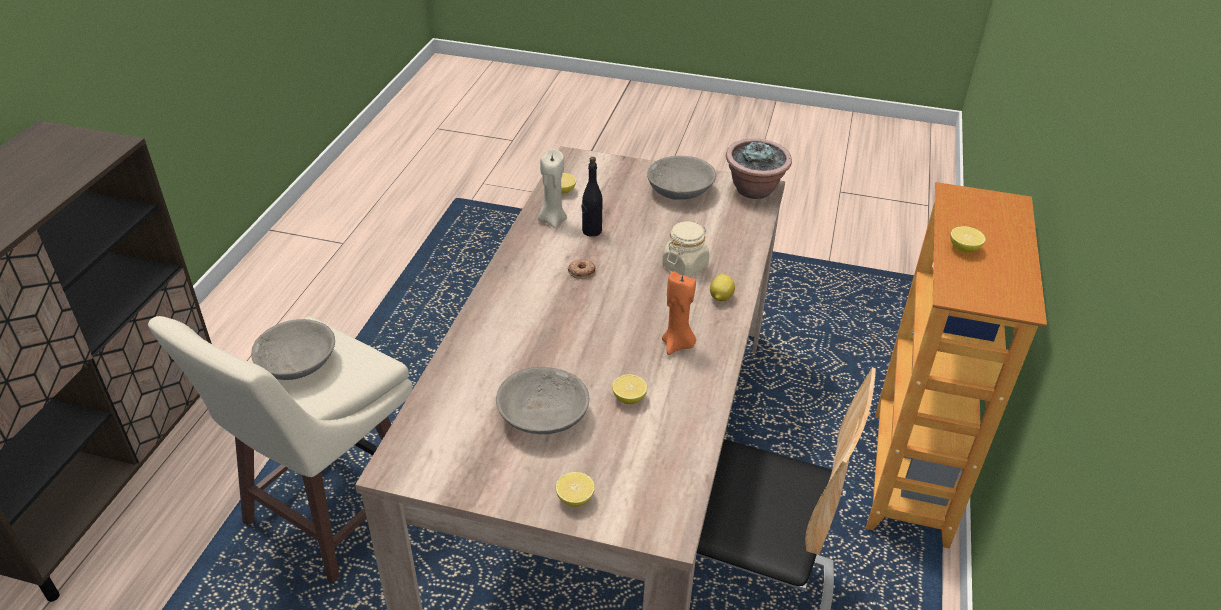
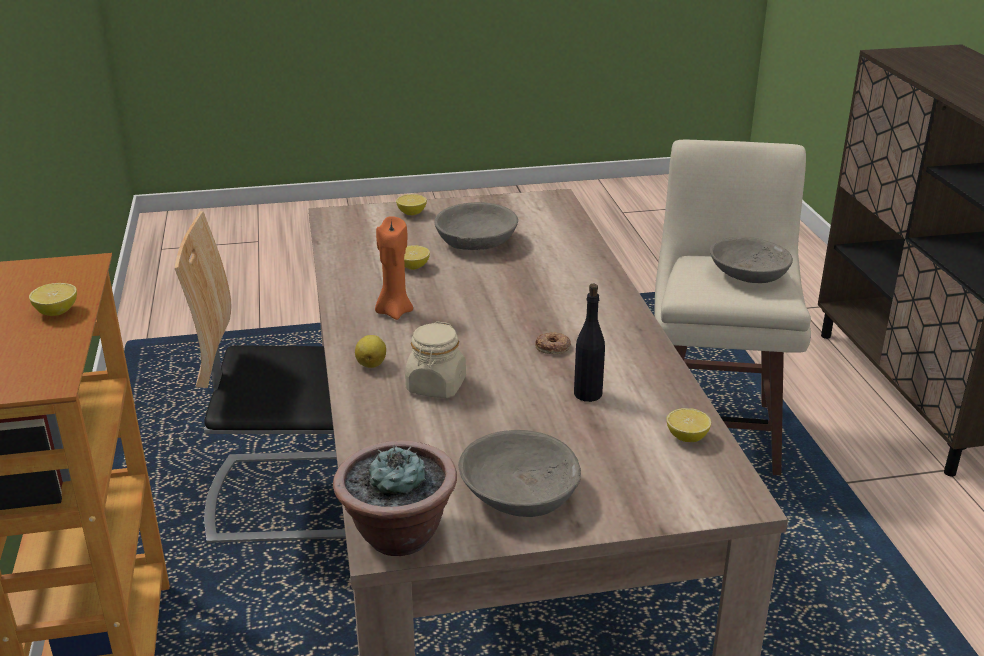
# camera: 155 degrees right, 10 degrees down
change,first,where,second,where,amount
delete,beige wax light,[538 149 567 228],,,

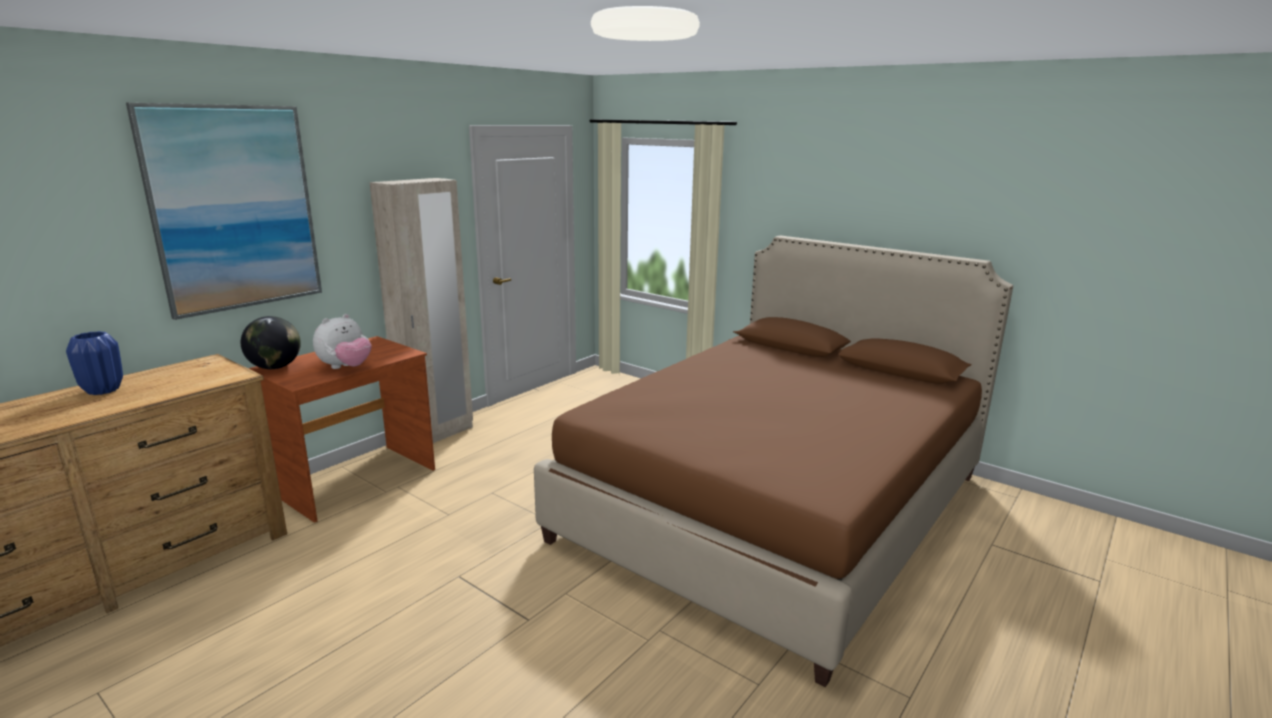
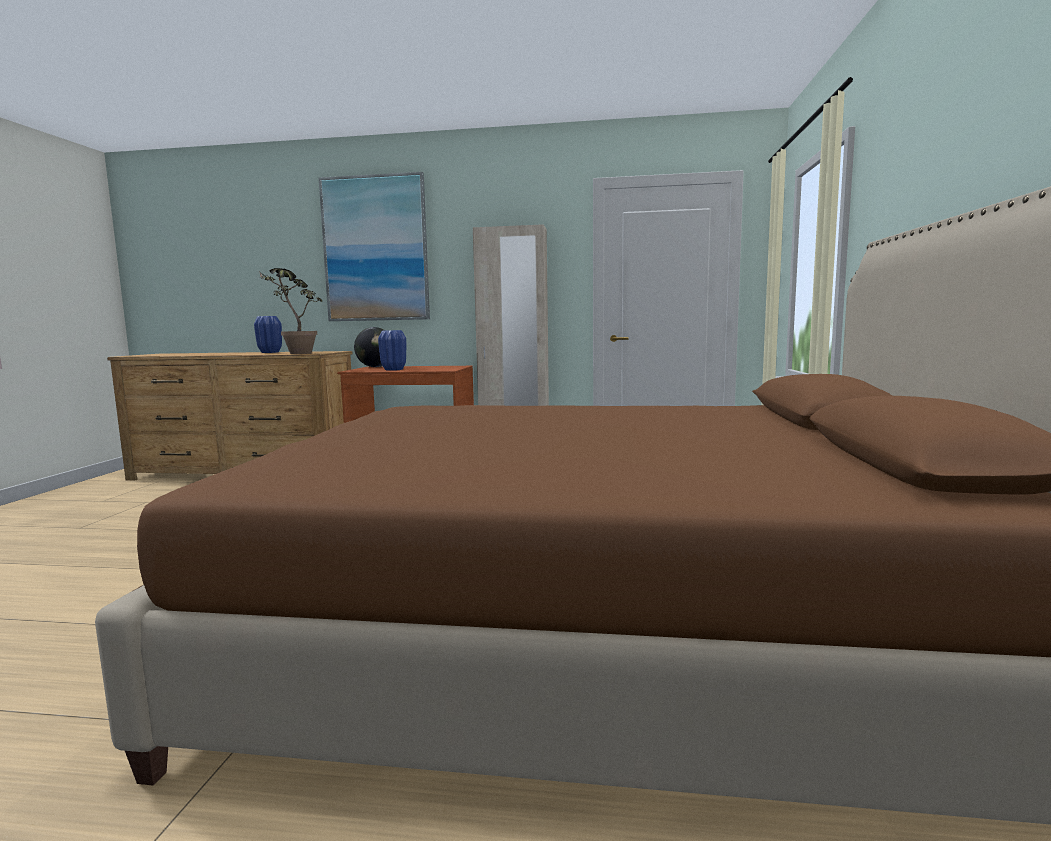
# camera: 60 degrees right, 10 degrees down
change,first,where,second,where,amount
insert,,,potted plant,[259 268 322 354],
replace,soft toy,[313 314 371 369],blue-coloured vase,[378 330 406 371],

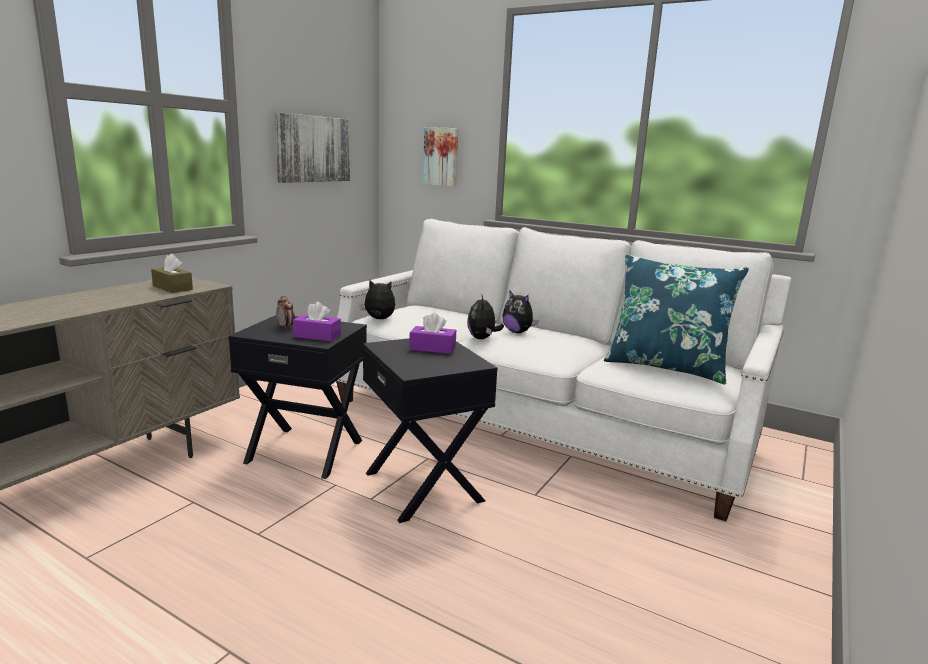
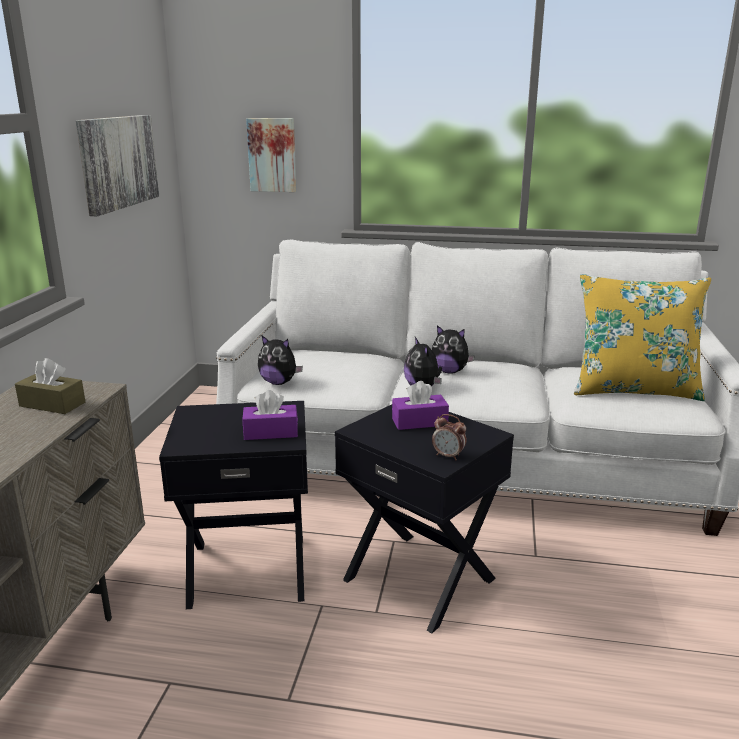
# camera: 20 degrees left, 5 degrees up
change,first,where,second,where,amount
move,alarm clock,[276 295 295 329],,[432 414 467 460],
recolor,blue-coloured throw pillow,[604 254 749 385],yellow throw pillow,[574 274 711 401],
rotate,soft toy,[359 279 395 319],,[258 336 303 385],150 degrees counterclockwise

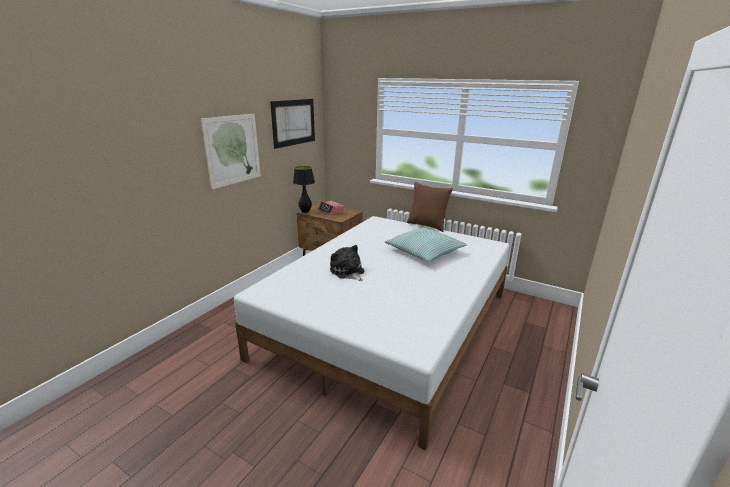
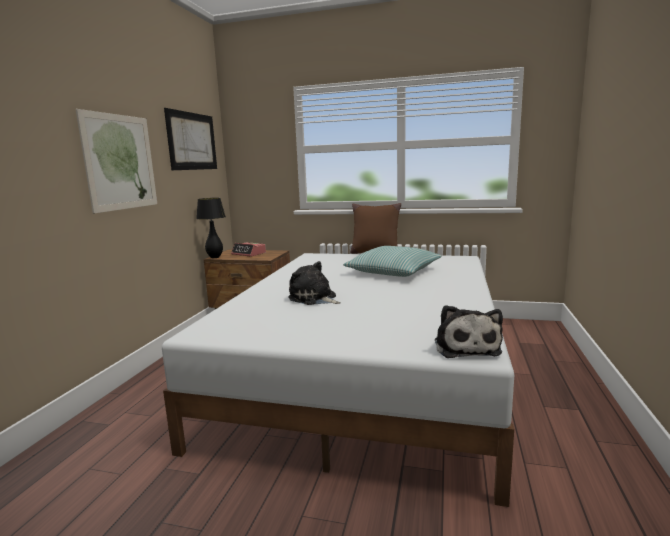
# camera: 15 degrees left, 10 degrees down
change,first,where,second,where,amount
insert,,,soft toy,[435 305 503 358],

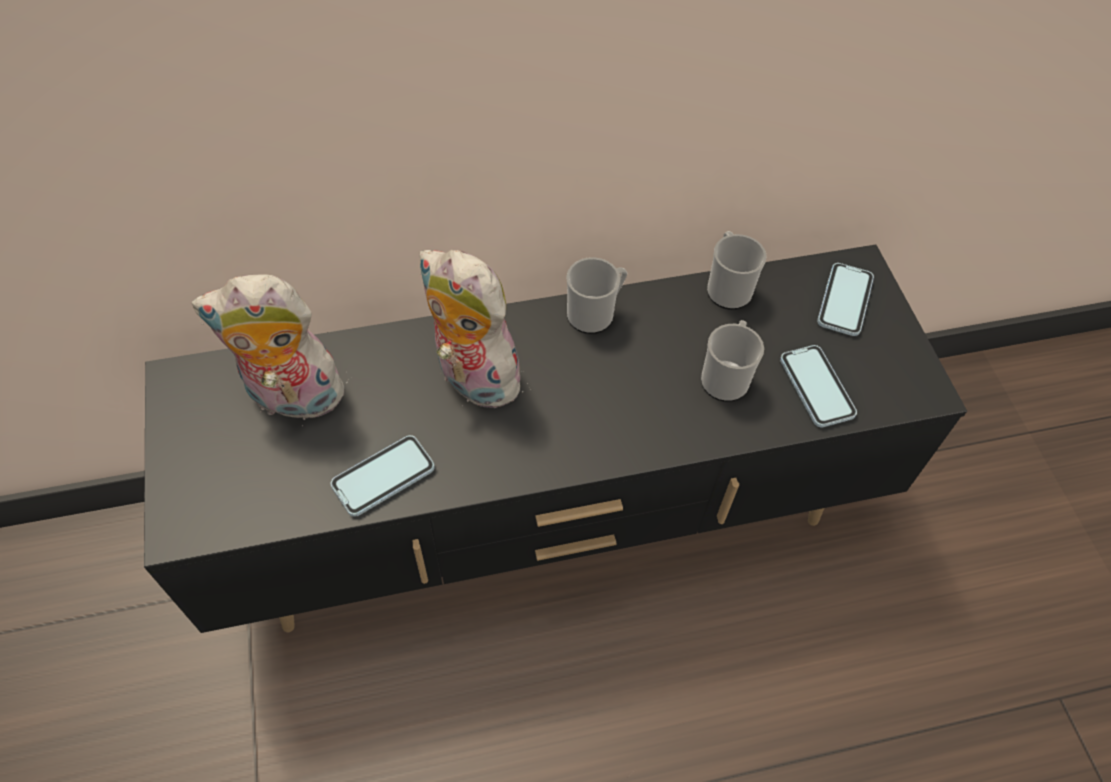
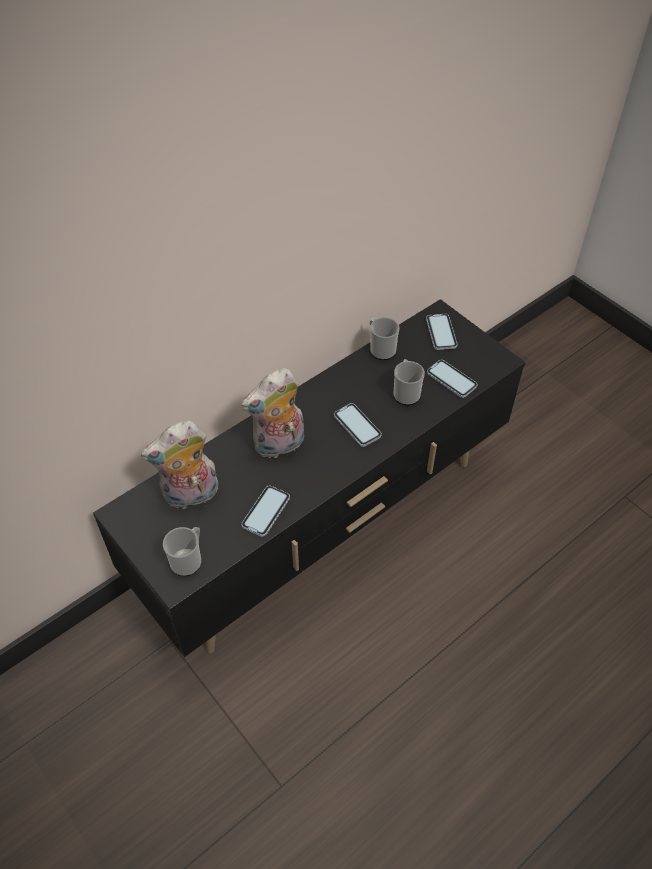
# camera: 25 degrees left, 5 degrees down
change,first,where,second,where,amount
insert,,,phone,[334 403 382 447],
move,mug,[566 257 627 334],,[163 527 202 576],
rotate,soft toy,[419 250 531 409],,[241 368 304 458],45 degrees counterclockwise

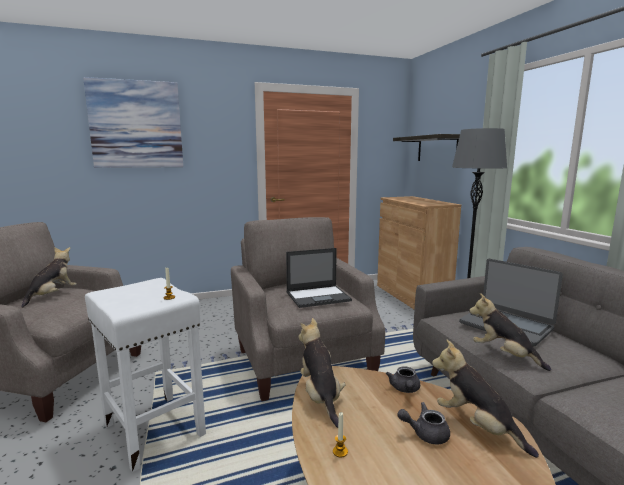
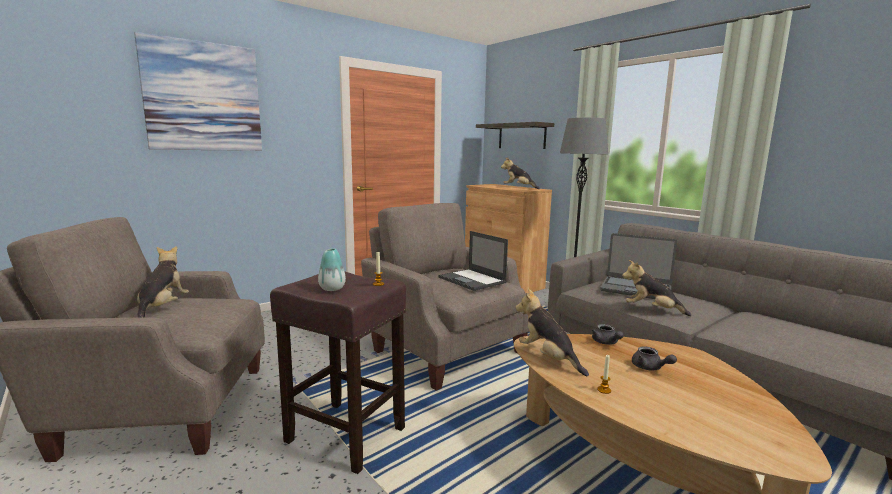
# camera: 20 degrees left, 0 degrees up
change,first,where,second,where,amount
insert,,,vase,[318 248 346 291],
move,soft toy,[432 340 539 458],,[501 158 540 189],
recolor,white stool seat,[85 278 206 472],brown-coloured stool seat,[270 272 406 474],
rotate,notebook computer,[286 248 352 308],,[439 231 508 291],90 degrees clockwise
rotate,grey teapot,[397 402 450 445],,[632 346 677 371],105 degrees counterclockwise

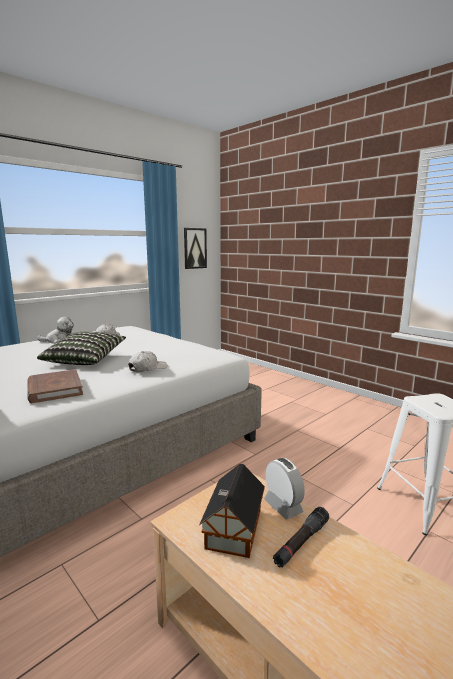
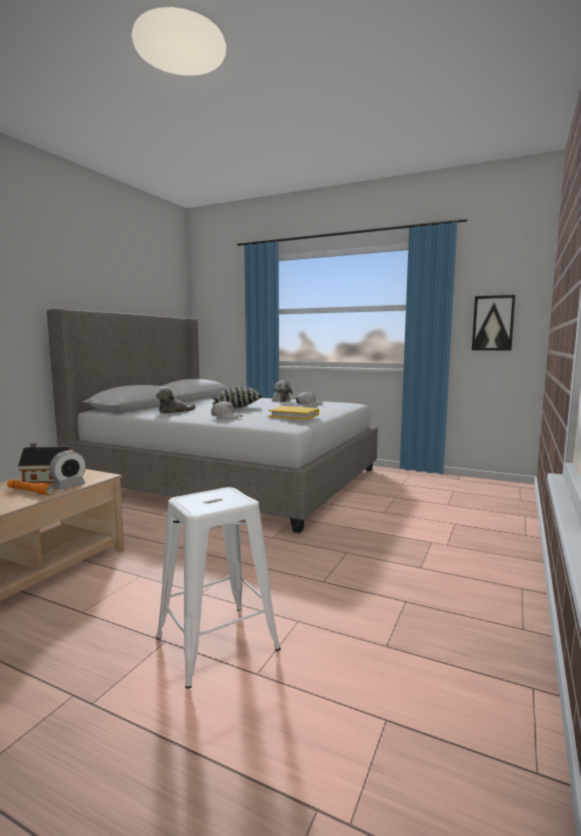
# camera: 70 degrees right, 5 degrees down
change,first,where,second,where,amount
insert,,,yellow bound book,[269 406 319 420],
replace,brown-coloured bound book,[27 369 83 403],soft toy,[156 387 196 413],
recolor,black-coloured torch,[273 507 329 567],orangey torch,[7 480 55 495],

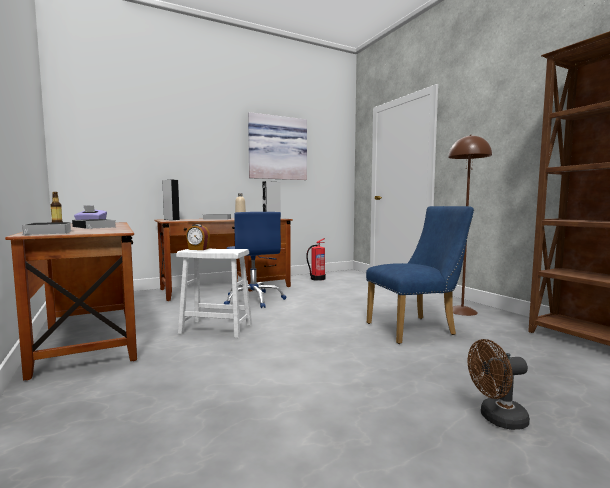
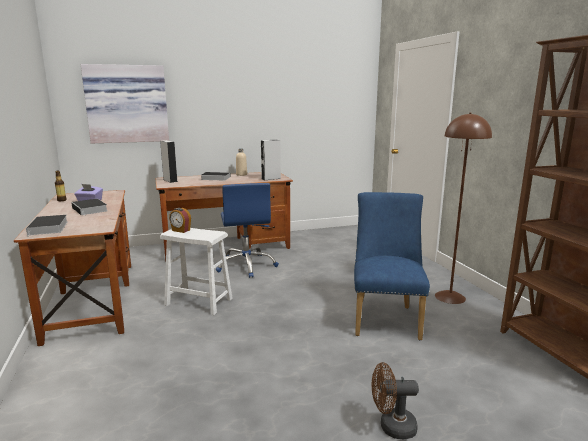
# camera: 10 degrees right, 10 degrees up
change,first,where,second,where,amount
delete,extinguisher,[306 238 326 281],,,
move,wall art,[248 112 307 180],,[81 64 169 144],
rotate,blue-coloured plain chair,[366 206 474 344],,[354 192 430 340],75 degrees counterclockwise

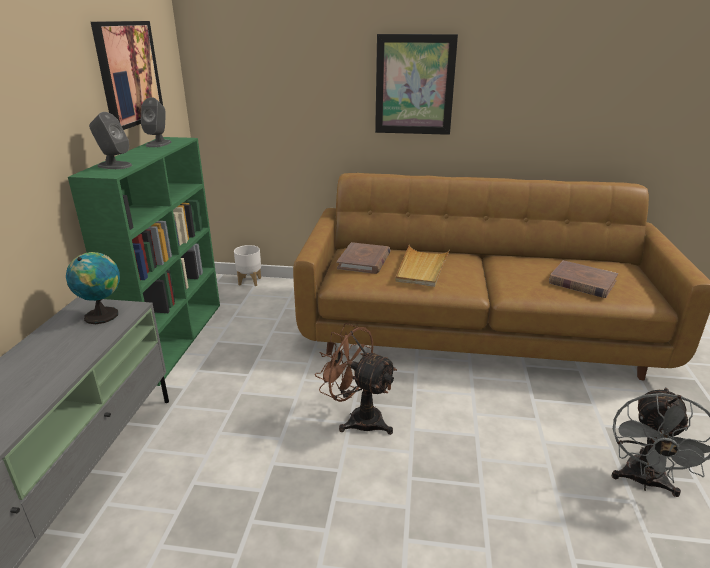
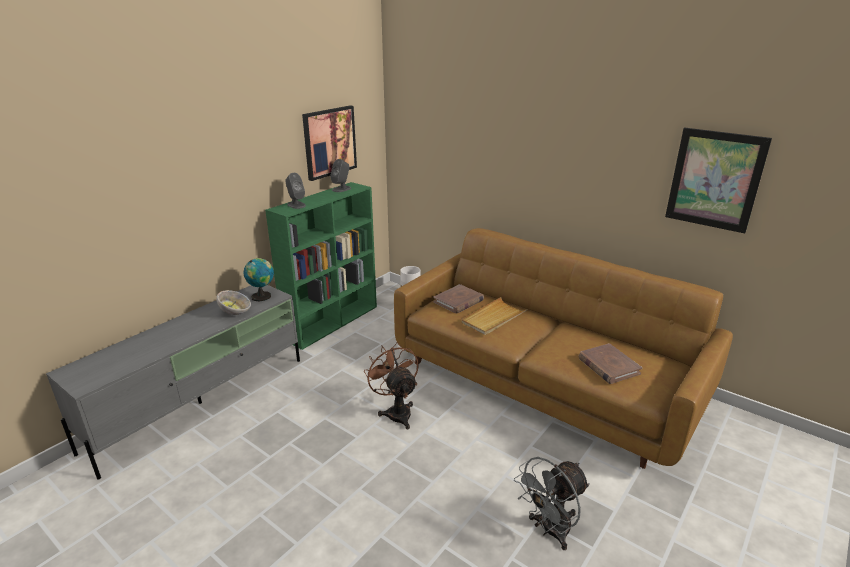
# camera: 30 degrees right, 0 degrees up
change,first,where,second,where,amount
insert,,,deep dish,[216 290 251 315],
move,wall art,[375 34 458 135],,[665 127 772 233],

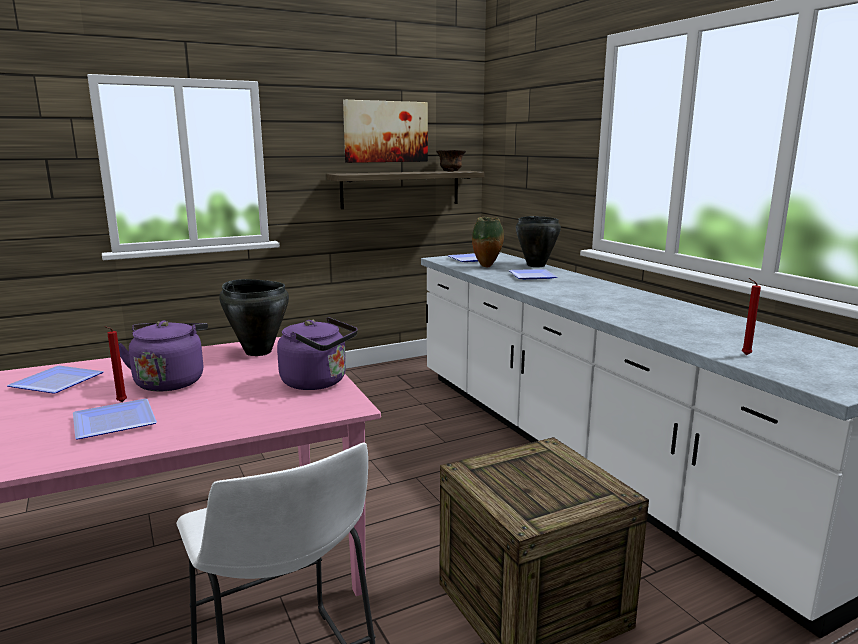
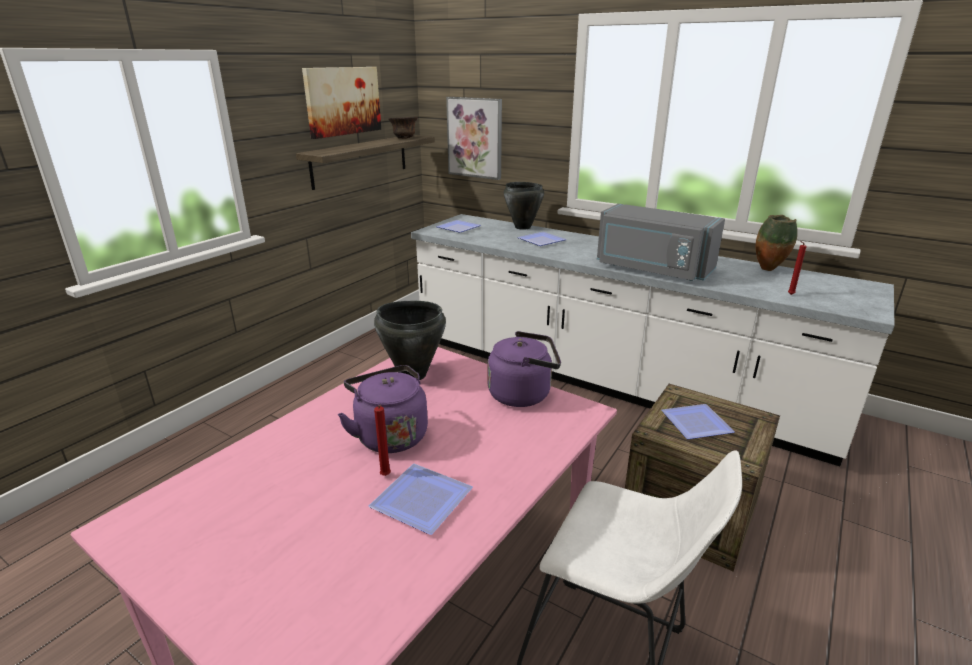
# camera: 30 degrees left, 10 degrees up
change,first,where,second,where,amount
insert,,,wall art,[446 97 502 180],
insert,,,grey microwave oven,[597 204 725 281],
move,flat dish,[7 366 104 394],,[662 404 735 439],
move,vase,[472 217 504 267],,[756 215 797 271],

